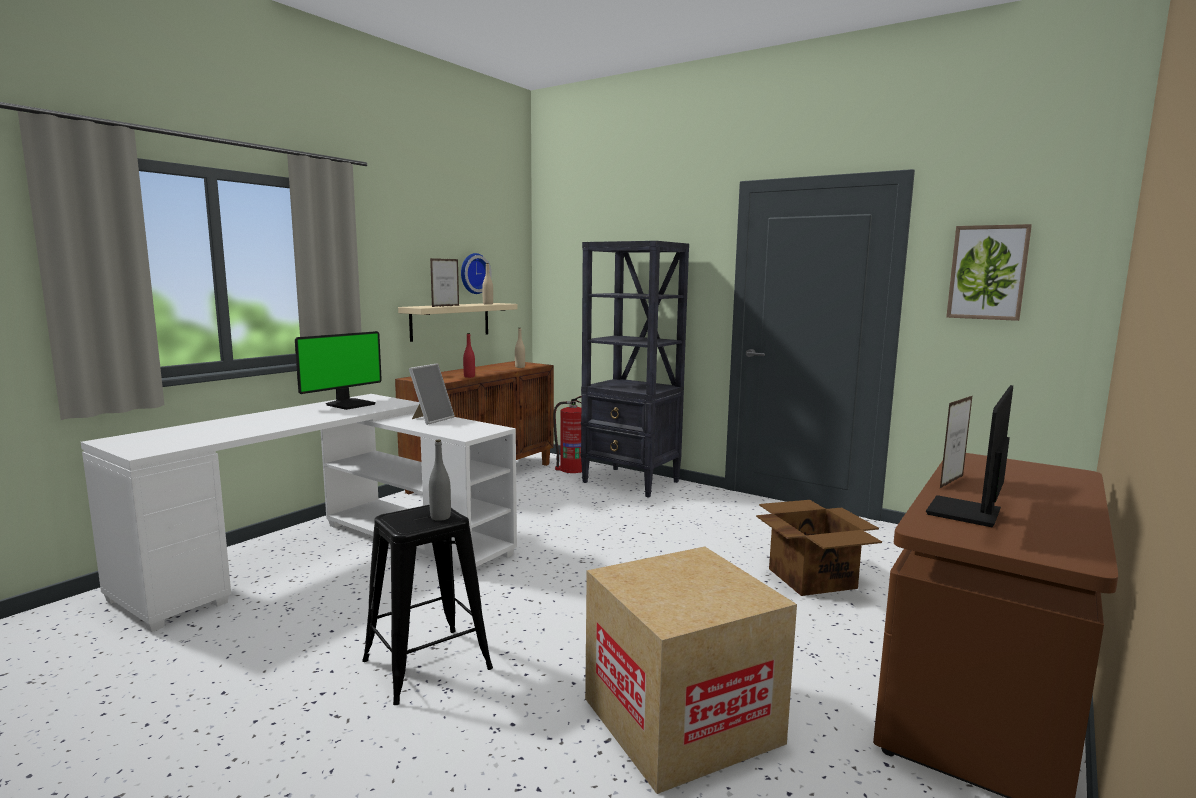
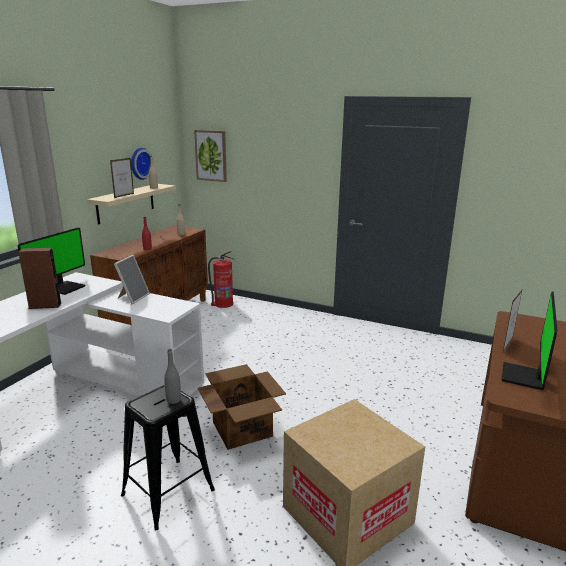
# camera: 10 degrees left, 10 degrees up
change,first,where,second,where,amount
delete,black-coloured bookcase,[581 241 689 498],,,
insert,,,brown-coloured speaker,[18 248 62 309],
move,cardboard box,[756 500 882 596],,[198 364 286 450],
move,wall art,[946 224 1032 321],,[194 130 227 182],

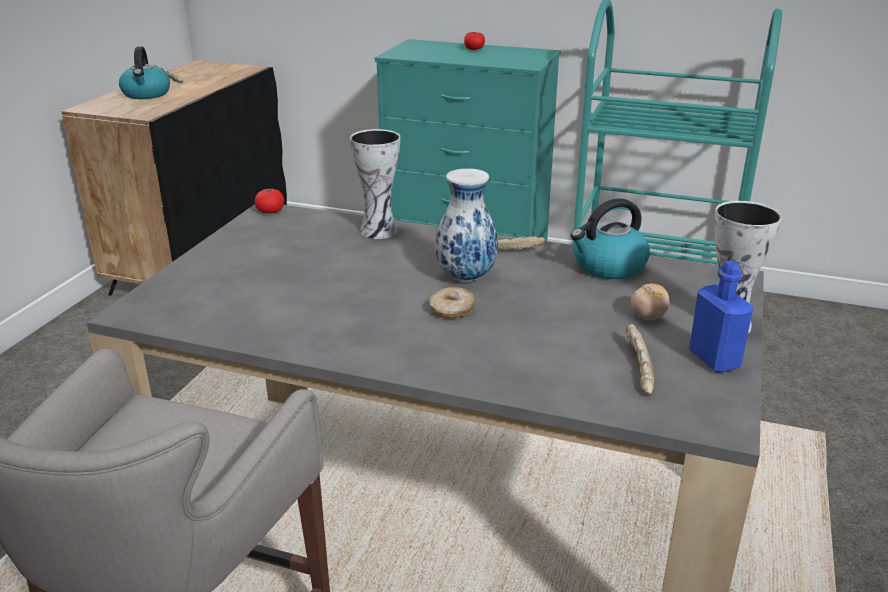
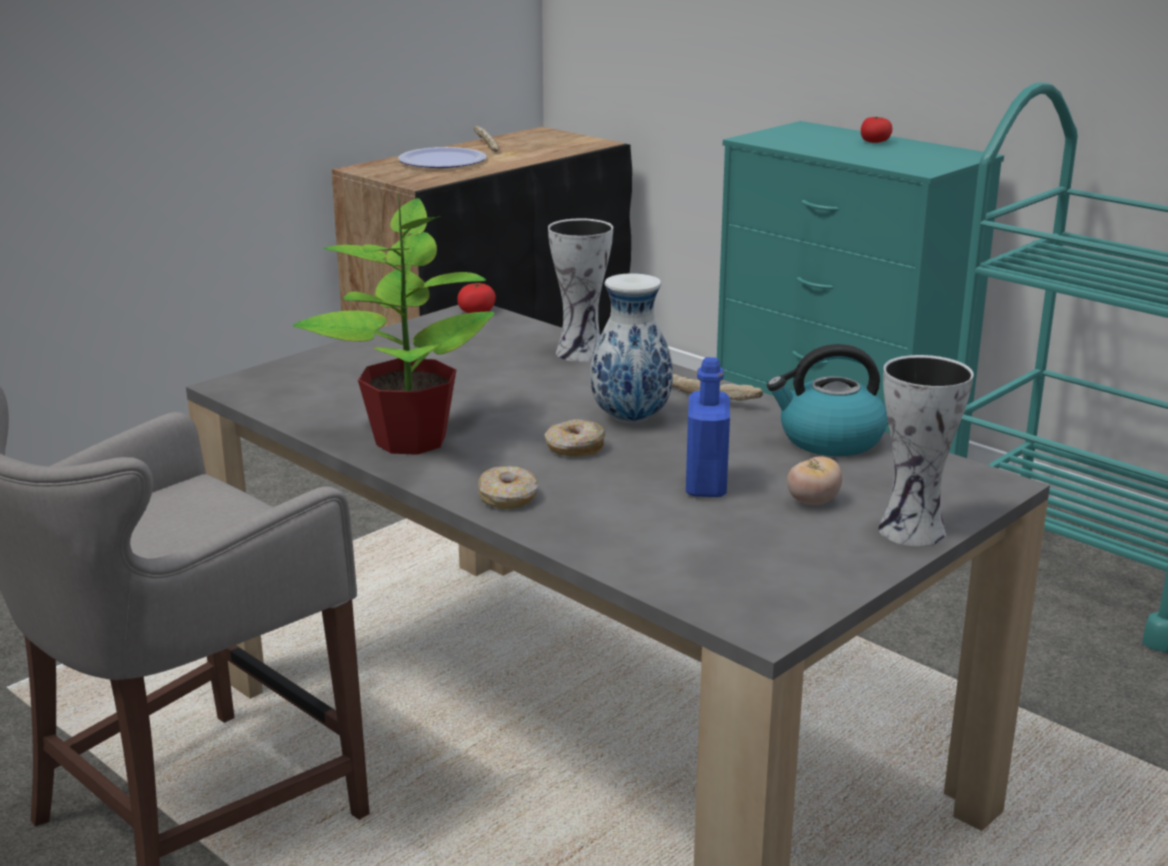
# camera: 25 degrees right, 5 degrees down
change,first,where,second,where,amount
delete,bread,[626 324 654 395],,,
insert,,,potted plant,[293 194 495 455],
insert,,,donut,[478 466 538 509],
move,blue-coloured drink bottle,[689 260 754 373],,[686 357 730 497],
replace,kettle,[119 46 170 99],flat dish,[398 147 487 168],

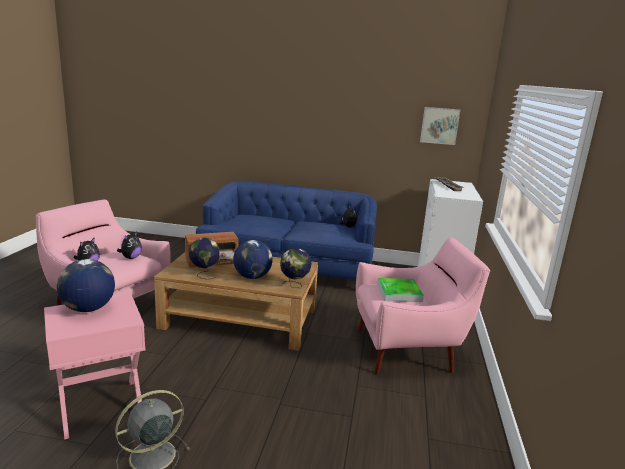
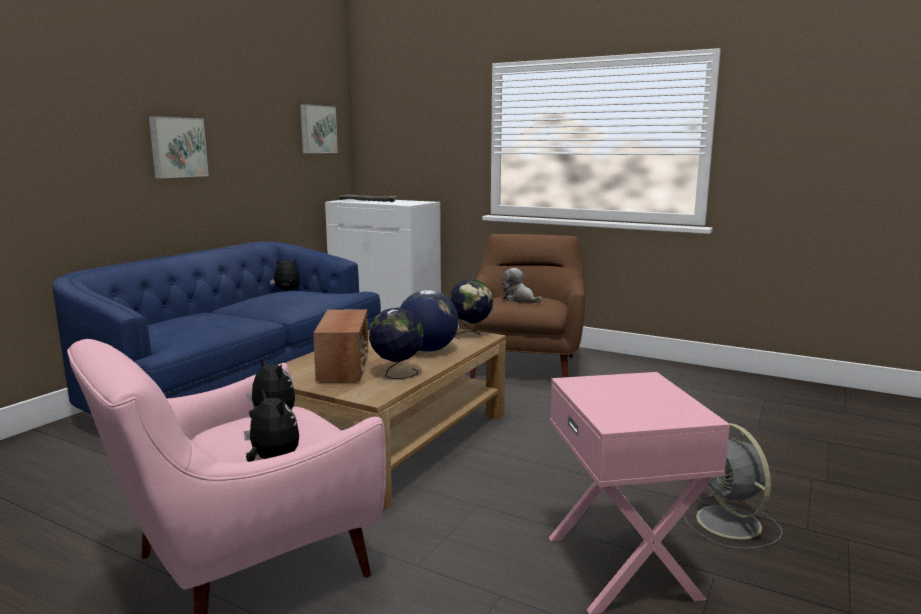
# camera: 70 degrees left, 5 degrees down
change,first,where,second,where,amount
delete,world globe,[57 259 115 312],,,
insert,,,wall art,[149 116 209 178],
replace,carrying tray,[377 278 424 302],soft toy,[501 268 542 303],
recolor,pinkish armchair,[356 238 490 374],brown-coloured armchair,[459 234 585 379],

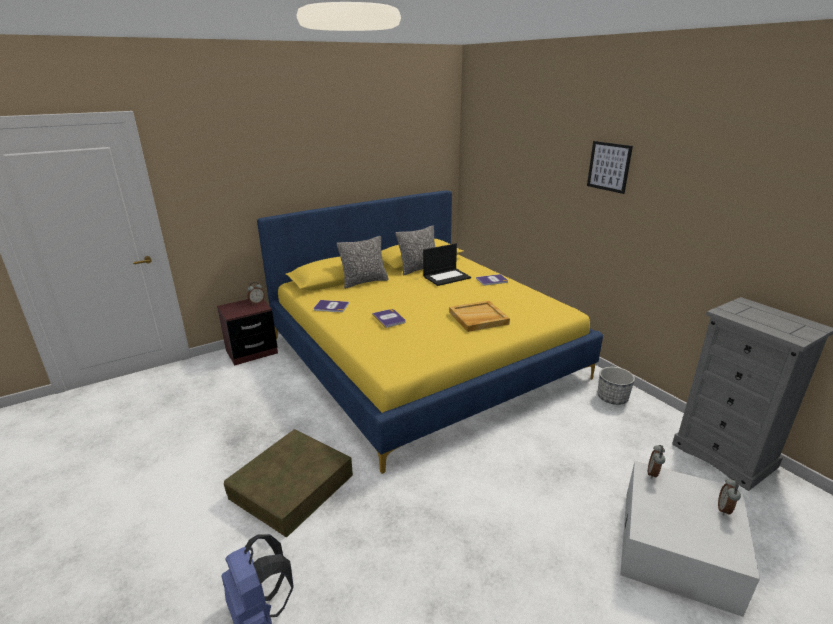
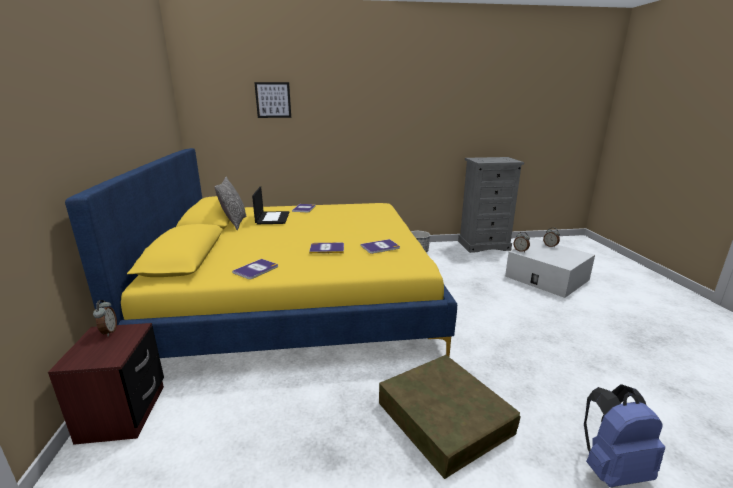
# camera: 65 degrees left, 5 degrees down
change,first,where,second,where,amount
delete,throw pillow,[337 236 389 289],,,
delete,beige carrying tray,[449 301 510 332],,,
insert,,,bound book,[361 239 400 254],
move,wall art,[587 141 633 194],,[254 82 291 118],

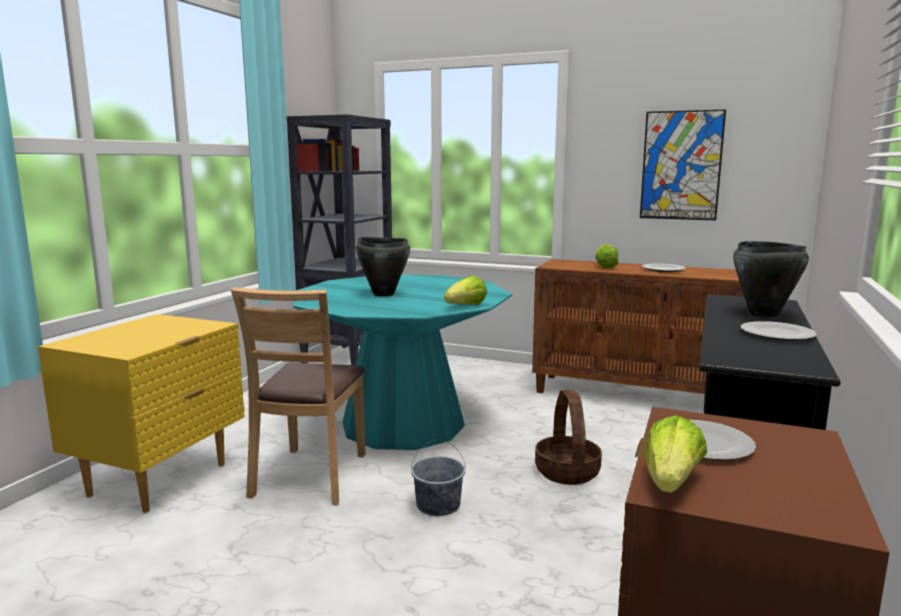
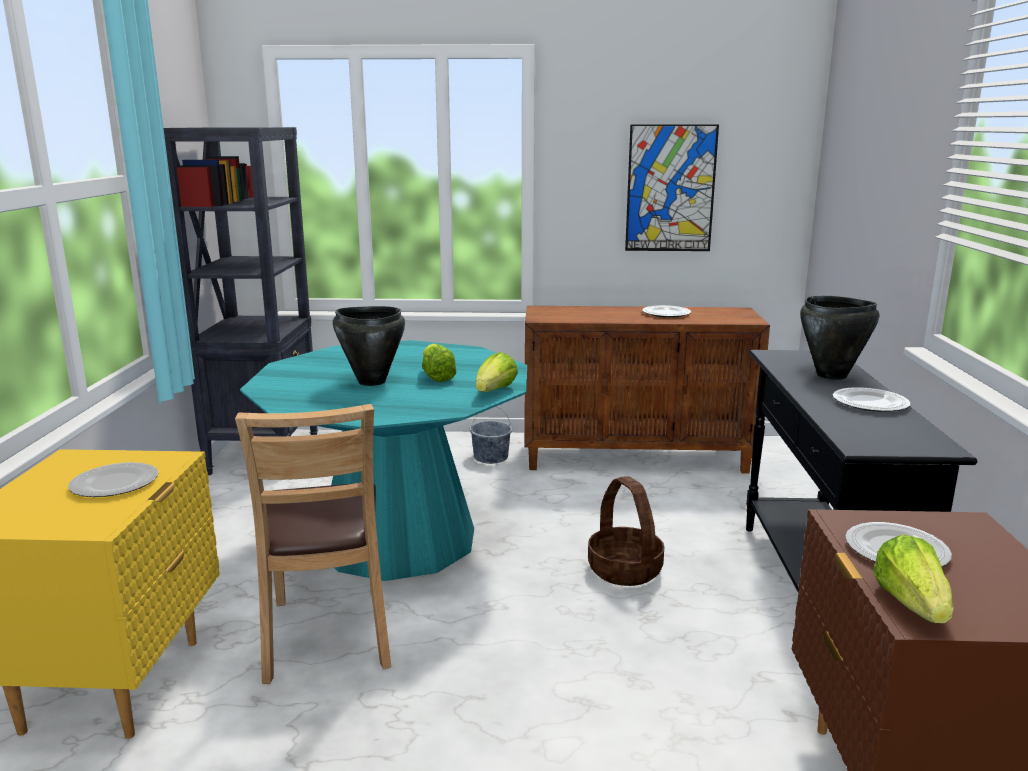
# camera: 20 degrees left, 5 degrees up
change,first,where,second,where,amount
insert,,,flat dish,[68 462 158 497],
move,grey bucket,[411 439 466 516],,[469 406 512 464],
move,head of lettuce,[595 244 619 268],,[422 344 456 382],

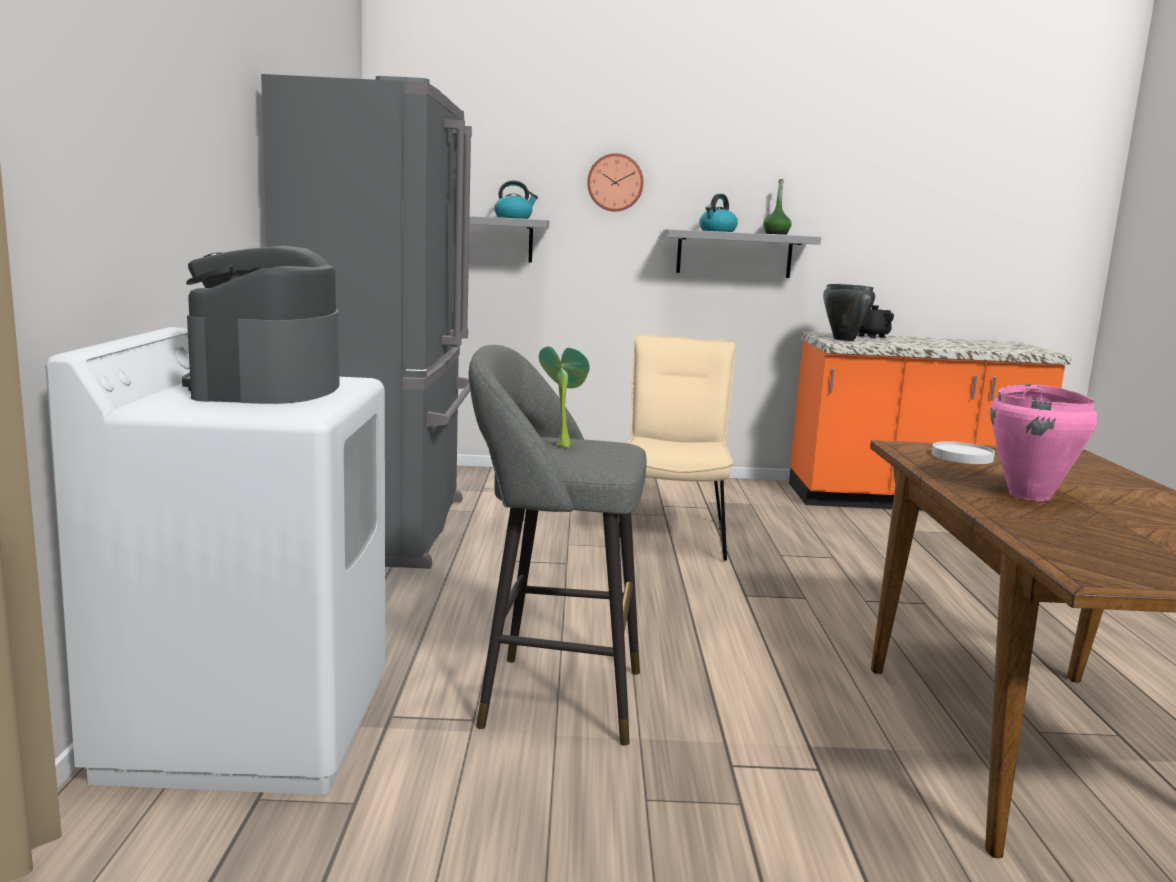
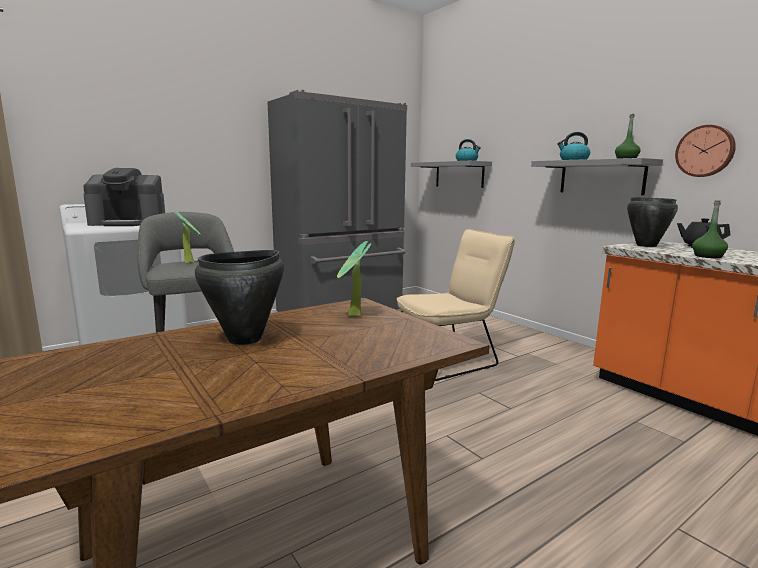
# camera: 55 degrees right, 0 degrees up
change,first,where,second,where,amount
insert,,,green drink bottle,[692 200 728 258],
move,wall clock,[587 153 644 211],,[675 125 736 177],
replace,white flat dish,[932 441 995 464],potted plant,[337 241 371 317],
recolor,pinkish saucepot,[990 384 1098 501],black-coloured saucepot,[195 250 284 345],
rotate,coffee machine,[182 246 340 404],,[83 168 165 226],150 degrees counterclockwise

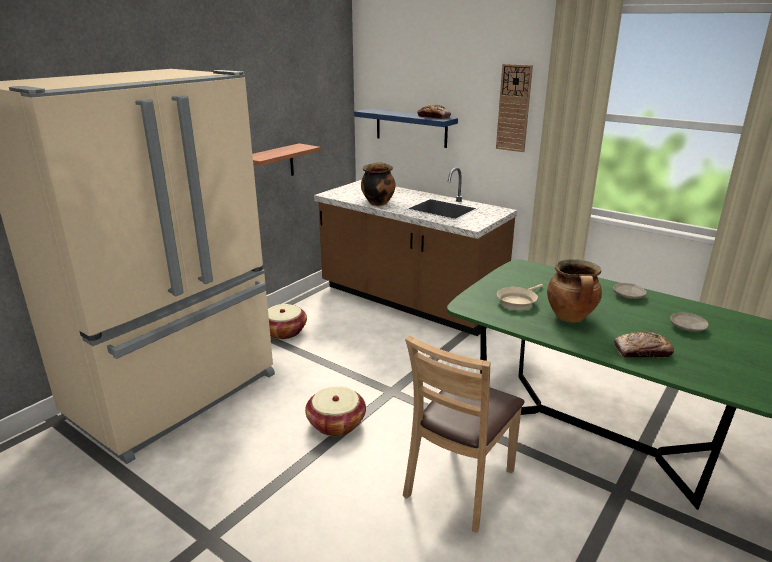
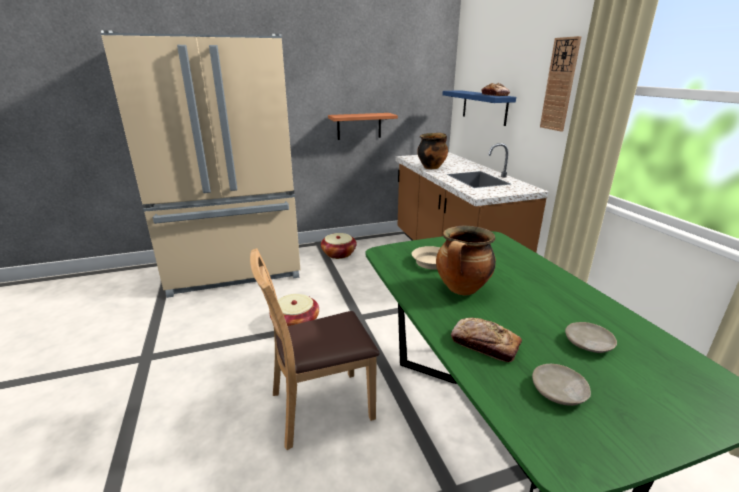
# camera: 35 degrees right, 0 degrees up
change,first,where,second,where,amount
move,beige flat dish,[613 283 647 299],,[532 364 591 406],

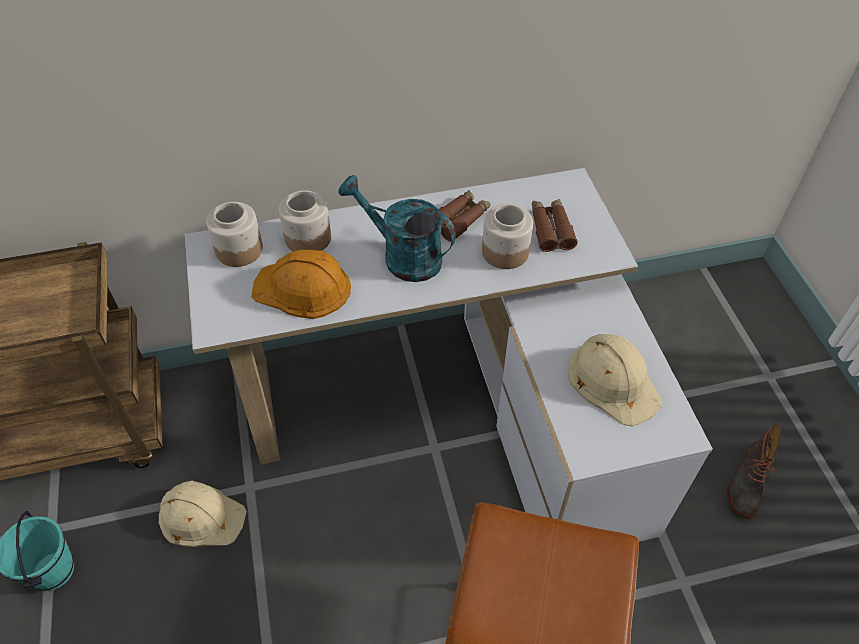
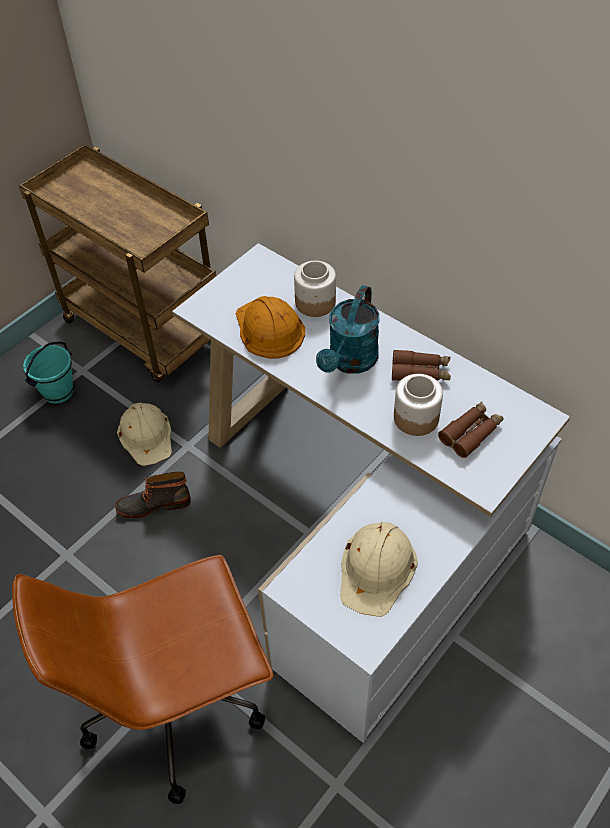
# camera: 55 degrees right, 0 degrees up
change,first,where,second,where,amount
delete,preserve jar,[206 202 263 267],,,
move,high-top boot,[727 425 781 519],,[115 472 191 518],
rotate,turquoise watering can,[338 175 456 282],,[316 285 379 374],150 degrees counterclockwise

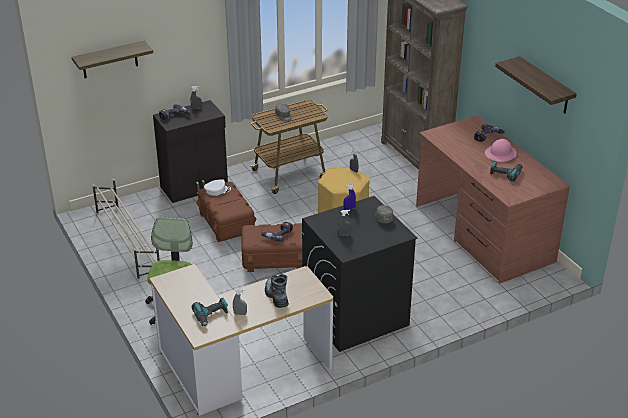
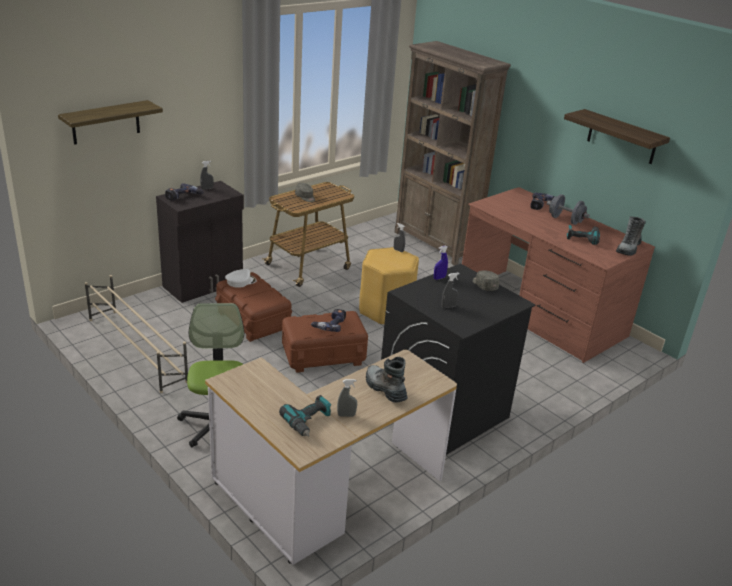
# camera: 15 degrees left, 5 degrees down
change,first,where,second,where,amount
insert,,,high-top boot,[616 216 646 256],
replace,pinkish safety helmet,[485 139 517 162],grey dumbbell,[547 194 590 225],

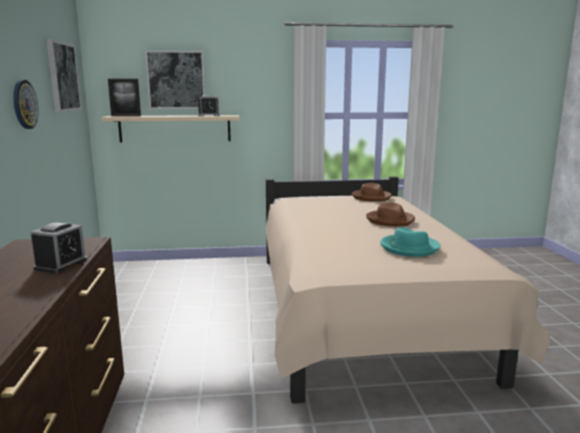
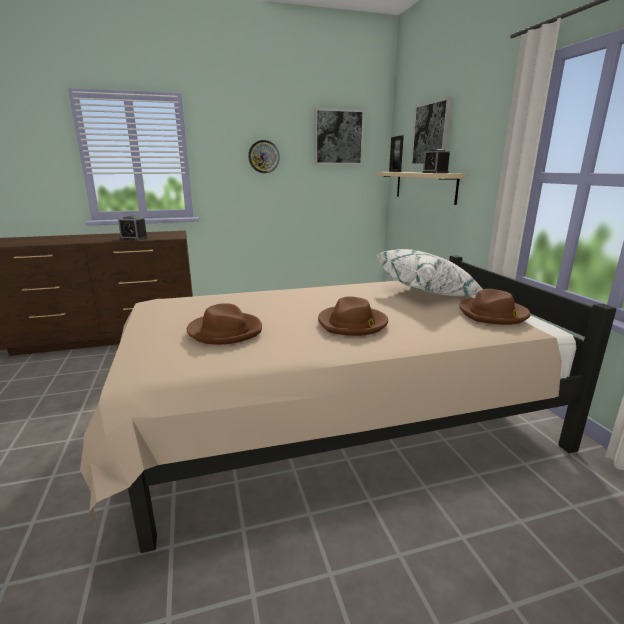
# camera: 80 degrees right, 5 degrees up
change,first,where,second,where,amount
insert,,,white throw pillow,[377 249 483 296],
recolor,turquoise hat,[380 228 440 257],brown-coloured hat,[187 303 262 345],

